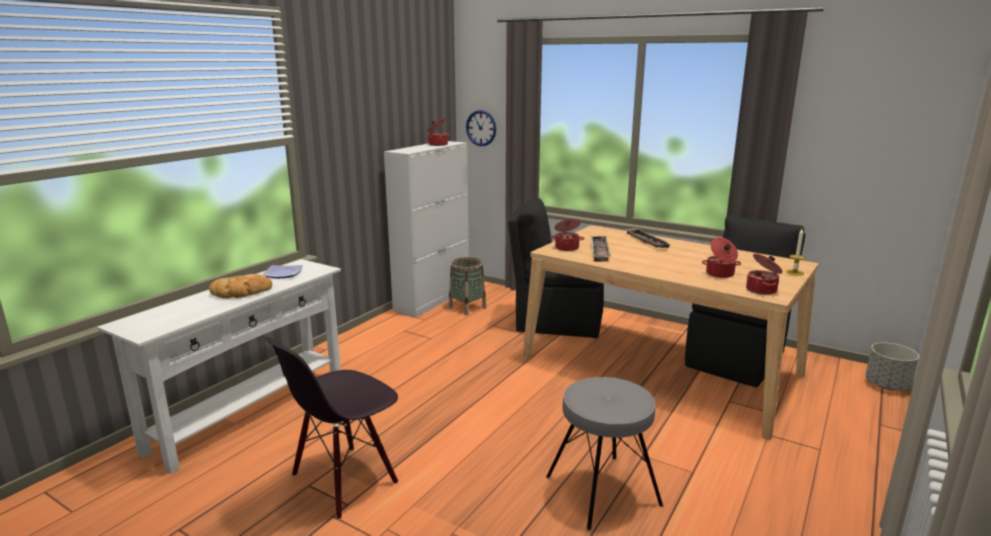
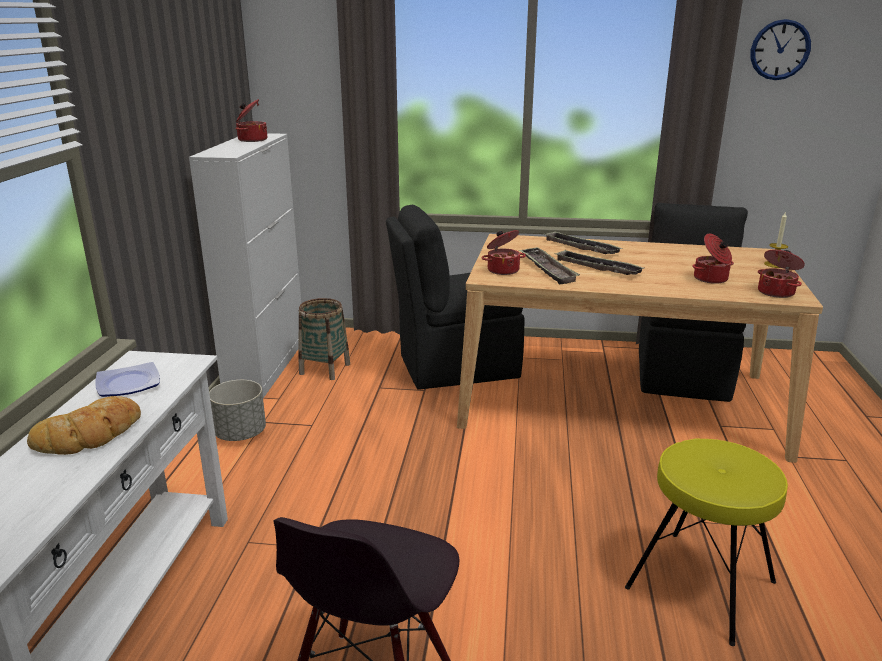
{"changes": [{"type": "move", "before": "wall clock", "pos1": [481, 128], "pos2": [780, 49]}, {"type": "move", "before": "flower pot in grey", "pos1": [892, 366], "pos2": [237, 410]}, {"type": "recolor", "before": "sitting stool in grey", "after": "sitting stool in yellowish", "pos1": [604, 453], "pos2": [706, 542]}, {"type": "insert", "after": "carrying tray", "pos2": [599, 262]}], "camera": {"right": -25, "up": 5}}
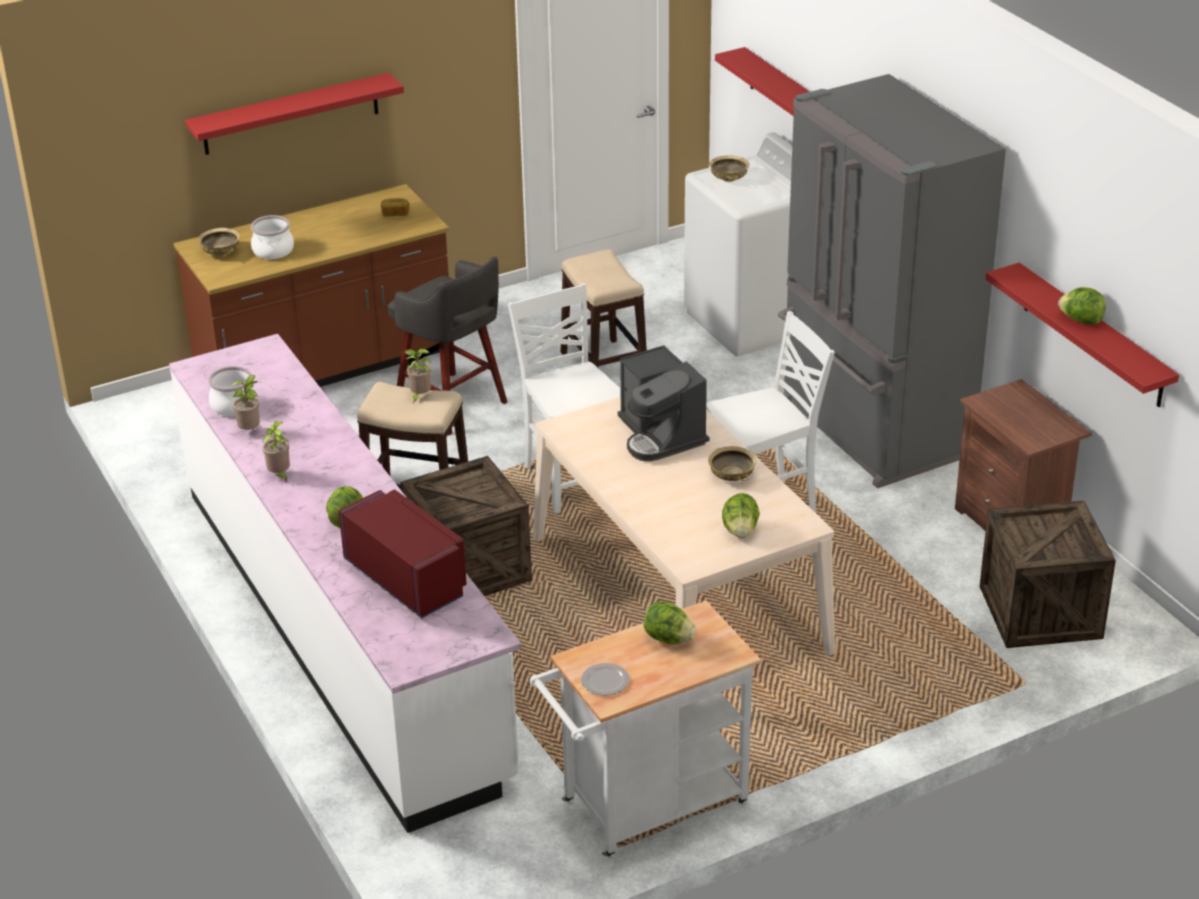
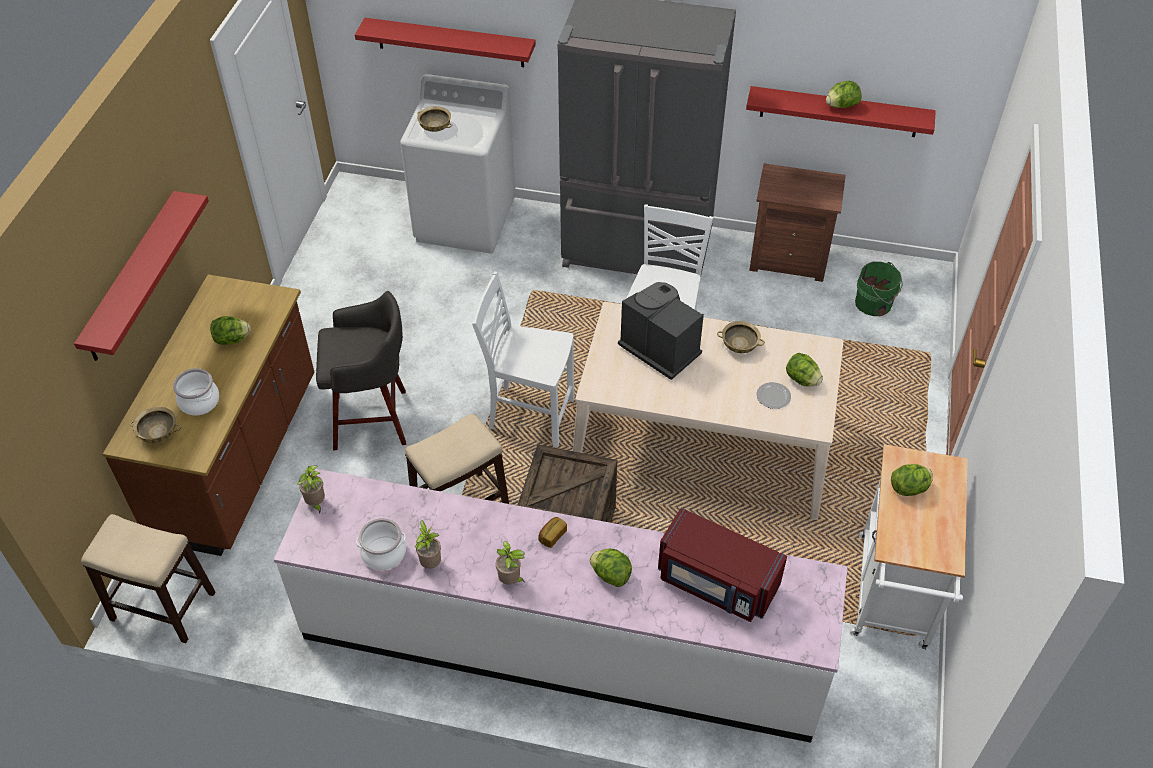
{"changes": [{"type": "move", "before": "bread", "pos1": [395, 207], "pos2": [552, 532]}, {"type": "move", "before": "sitting stool", "pos1": [604, 308], "pos2": [148, 578]}, {"type": "rotate", "before": "coffee machine", "pos1": [663, 403], "pos2": [661, 331], "turn": -150}, {"type": "move", "before": "houseplant", "pos1": [417, 376], "pos2": [311, 489]}, {"type": "rotate", "before": "microwave in red-coloured", "pos1": [402, 554], "pos2": [722, 565], "turn": -150}, {"type": "replace", "before": "crate", "after": "water bucket in green", "pos1": [1047, 574], "pos2": [879, 288]}, {"type": "move", "before": "flat dish", "pos1": [605, 679], "pos2": [773, 395]}, {"type": "insert", "after": "head of lettuce", "pos2": [230, 330]}], "camera": {"right": -50, "up": 15}}
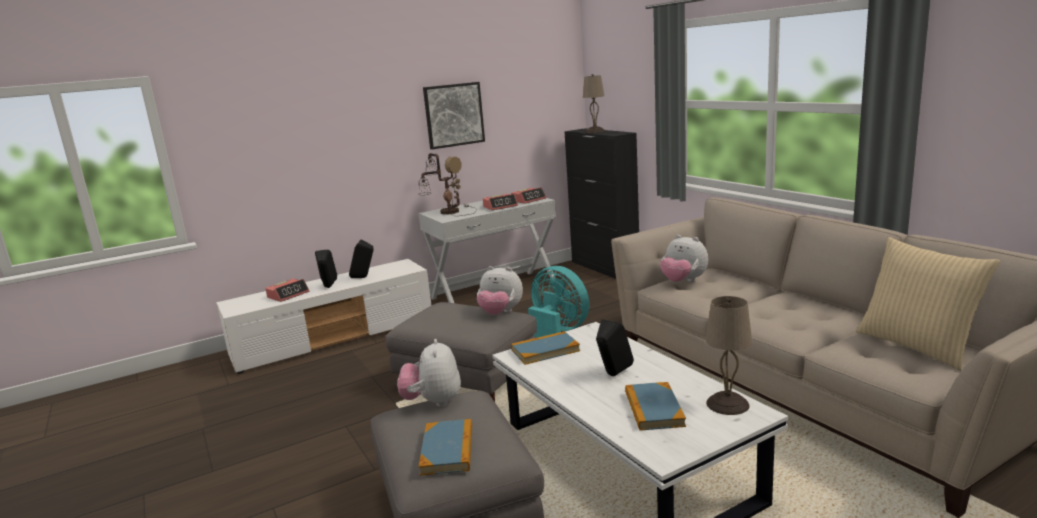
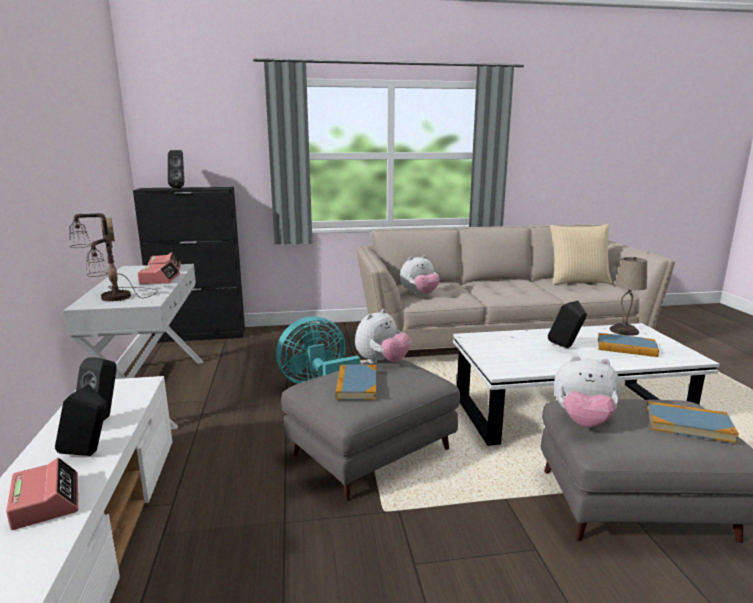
{"changes": [{"type": "replace", "before": "tabletop lamp in sand-coloured", "after": "audio speaker in blackish", "pos1": [594, 103], "pos2": [176, 169]}, {"type": "delete", "before": "wall picture", "pos1": [454, 115]}, {"type": "move", "before": "book", "pos1": [545, 348], "pos2": [355, 382]}], "camera": {"right": -70, "up": 0}}
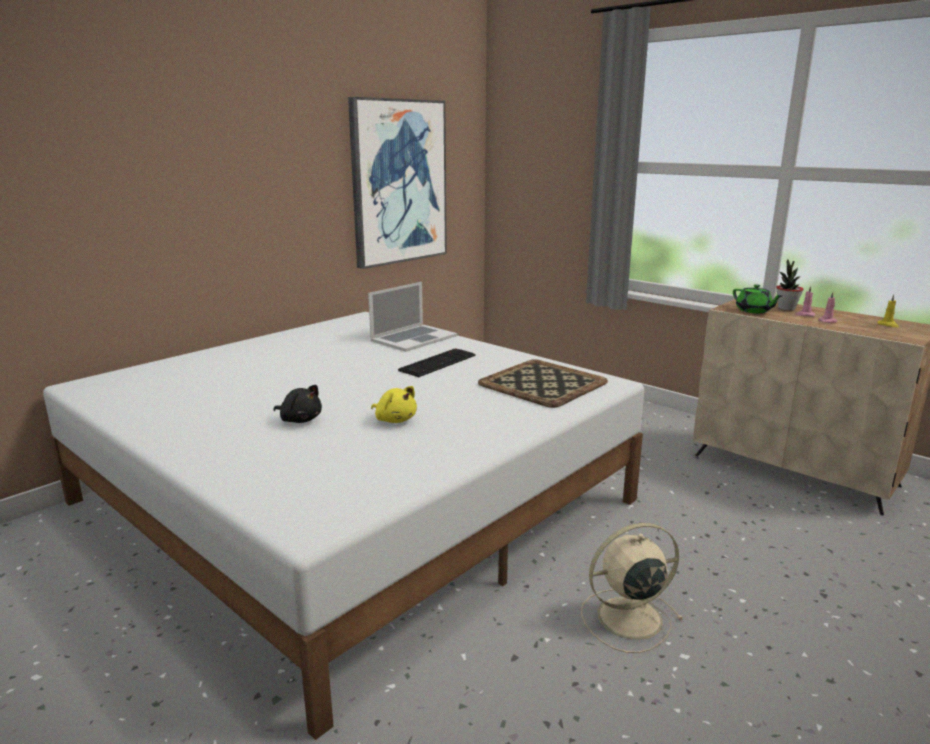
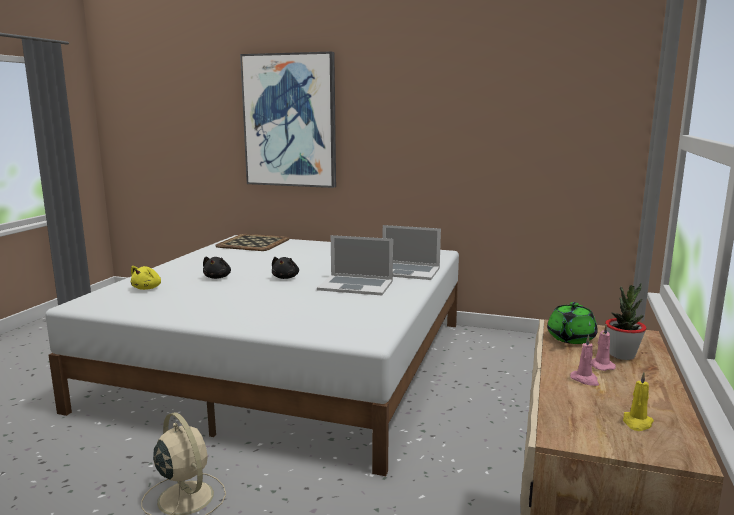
{"changes": [{"type": "move", "before": "wall picture", "pos1": [397, 183], "pos2": [288, 119]}, {"type": "replace", "before": "keyboard", "after": "notebook computer", "pos1": [437, 362], "pos2": [355, 265]}, {"type": "move", "before": "carrying tray", "pos1": [543, 383], "pos2": [252, 242]}, {"type": "move", "before": "plush toy in yellowish", "pos1": [394, 404], "pos2": [146, 278]}, {"type": "insert", "after": "plush toy in blackish", "pos2": [285, 268]}], "camera": {"right": 65, "up": -5}}
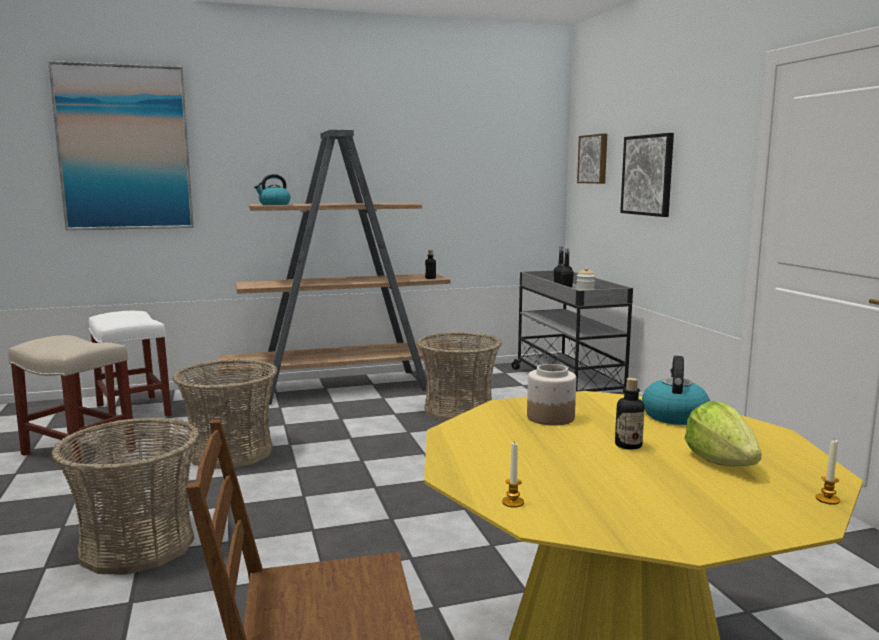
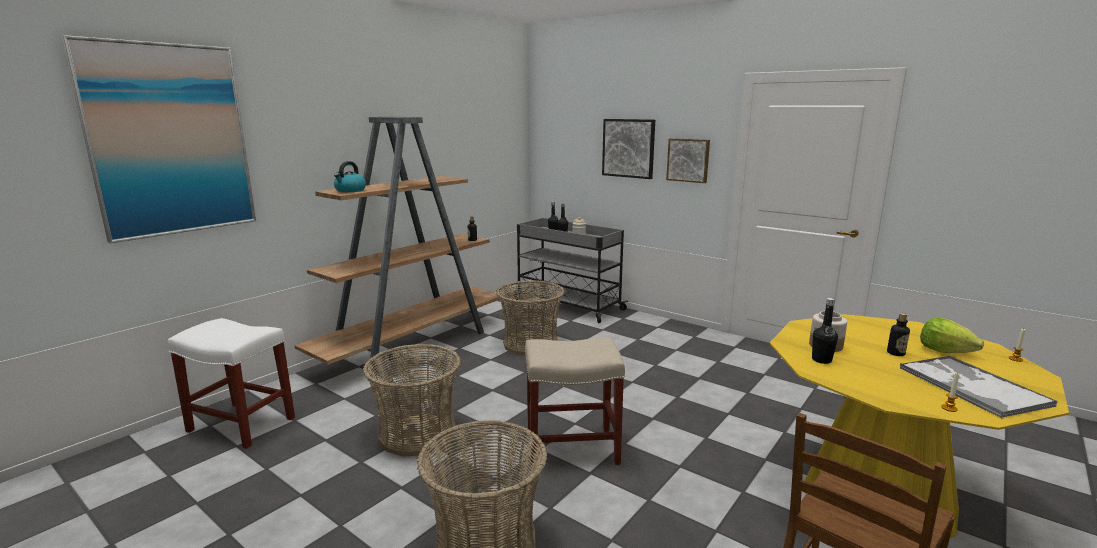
{"changes": [{"type": "move", "before": "wall picture", "pos1": [592, 159], "pos2": [688, 160]}, {"type": "move", "before": "sitting stool in sand-coloured", "pos1": [72, 403], "pos2": [575, 401]}, {"type": "delete", "before": "water kettle", "pos1": [676, 390]}, {"type": "insert", "after": "drink bottle in blackish", "pos2": [825, 331]}, {"type": "insert", "after": "carrying tray", "pos2": [979, 386]}], "camera": {"right": -35, "up": 5}}
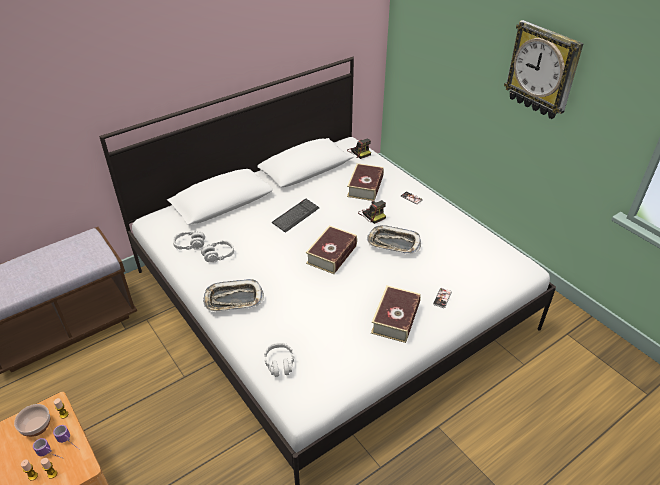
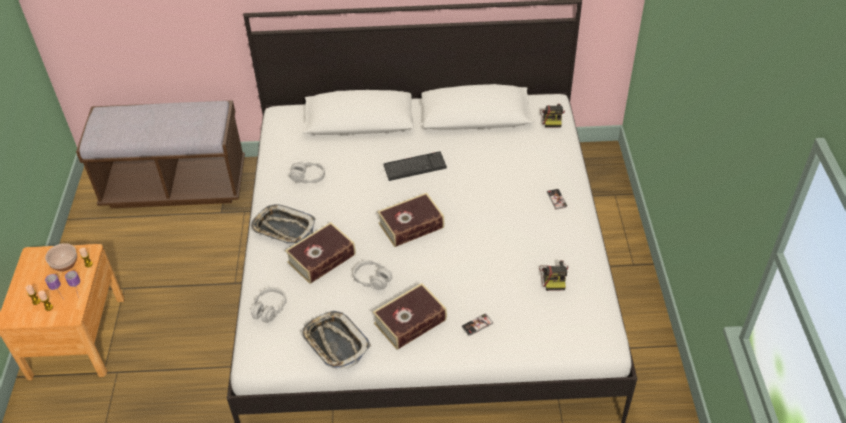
{"changes": [{"type": "delete", "before": "wall clock", "pos1": [544, 69]}, {"type": "move", "before": "book", "pos1": [365, 182], "pos2": [320, 253]}, {"type": "move", "before": "still camera", "pos1": [372, 212], "pos2": [553, 275]}, {"type": "move", "before": "carrying tray", "pos1": [394, 239], "pos2": [335, 340]}, {"type": "move", "before": "pair of headphones in grey", "pos1": [189, 240], "pos2": [373, 275]}], "camera": {"right": 35, "up": 5}}
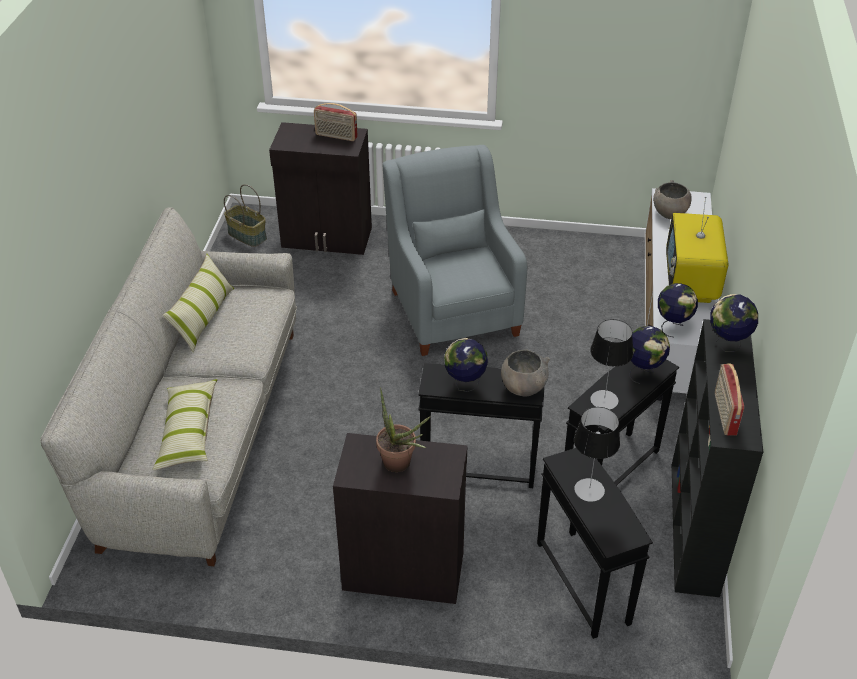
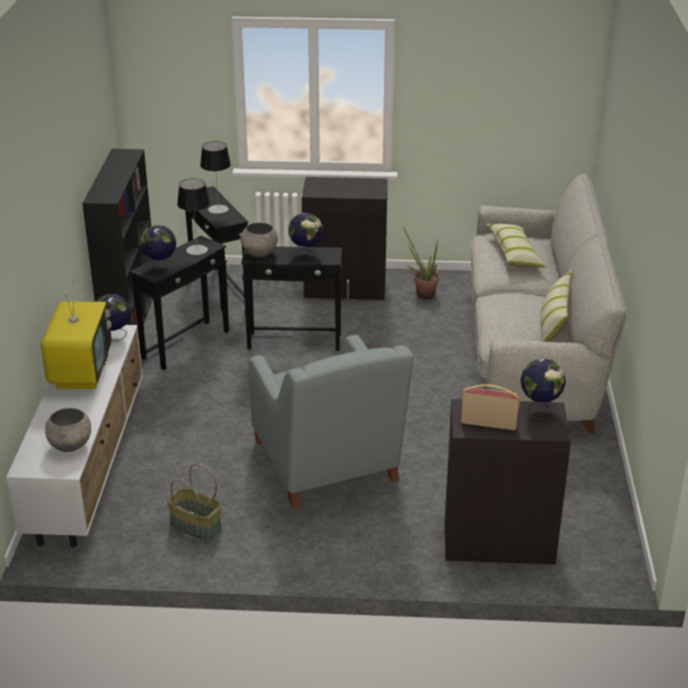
{"changes": [{"type": "move", "before": "storage basket", "pos1": [245, 215], "pos2": [194, 502]}, {"type": "move", "before": "globe", "pos1": [734, 323], "pos2": [543, 389]}, {"type": "delete", "before": "radio receiver", "pos1": [729, 399]}, {"type": "move", "before": "houseplant", "pos1": [403, 429], "pos2": [421, 263]}], "camera": {"right": 175, "up": -10}}
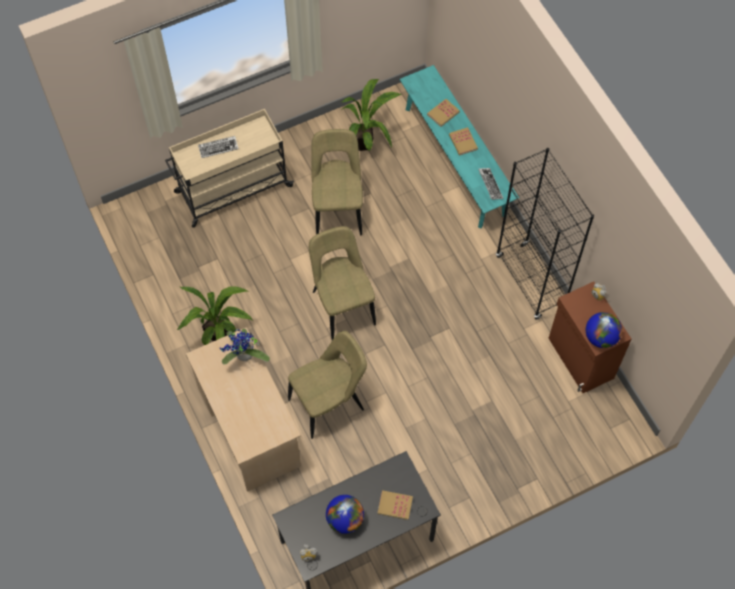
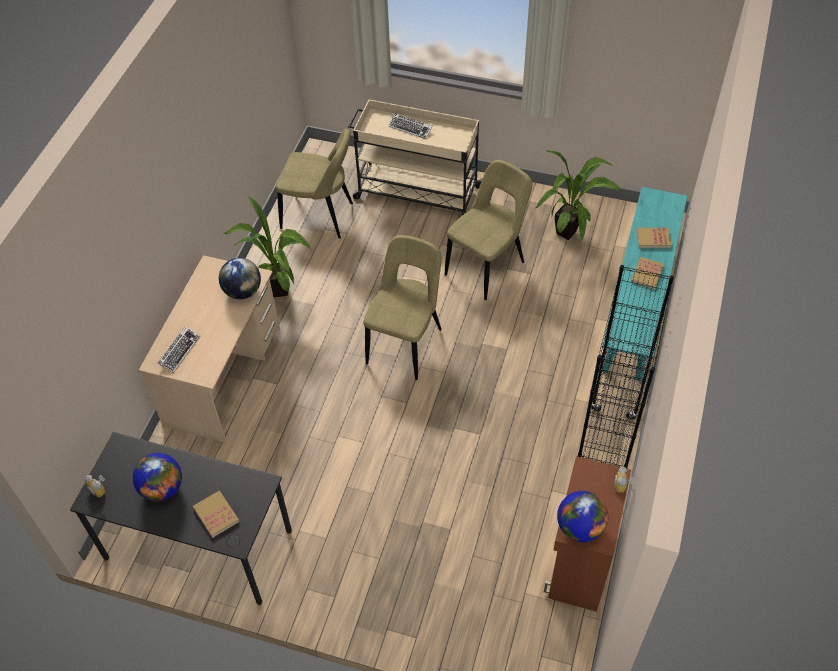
{"changes": [{"type": "move", "before": "keyboard", "pos1": [490, 184], "pos2": [179, 349]}, {"type": "replace", "before": "houseplant", "after": "globe", "pos1": [244, 347], "pos2": [240, 278]}, {"type": "move", "before": "chair in sand-coloured", "pos1": [327, 385], "pos2": [314, 184]}], "camera": {"right": 45, "up": -10}}
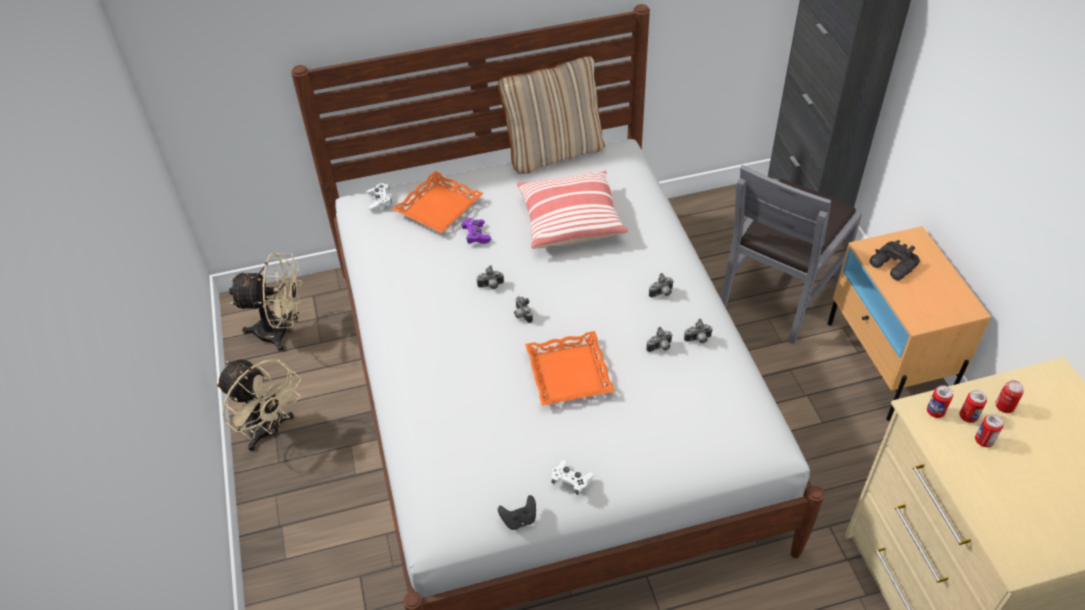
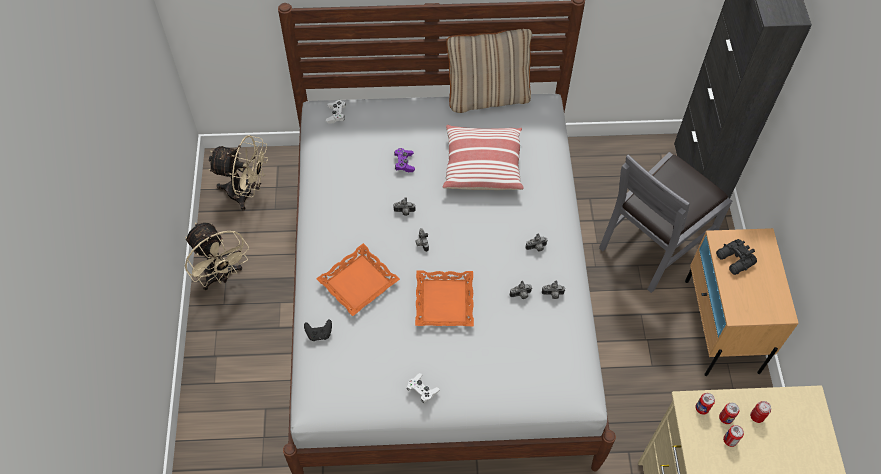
{"changes": [{"type": "move", "before": "carrying tray in orange", "pos1": [438, 202], "pos2": [358, 279]}, {"type": "move", "before": "gamepad in blackish", "pos1": [517, 512], "pos2": [318, 330]}], "camera": {"right": 10, "up": 10}}
